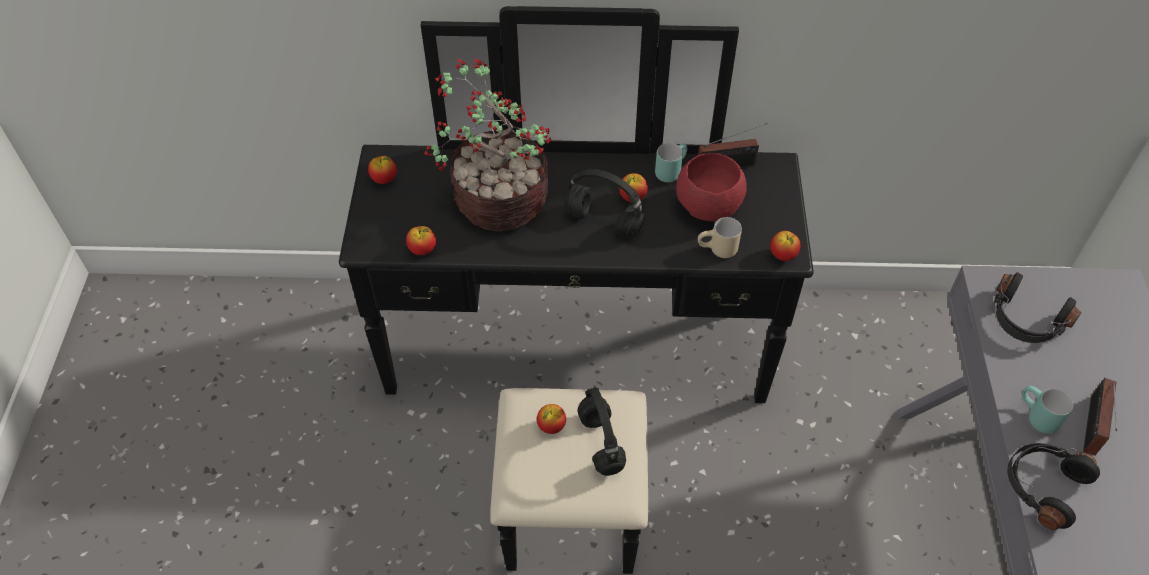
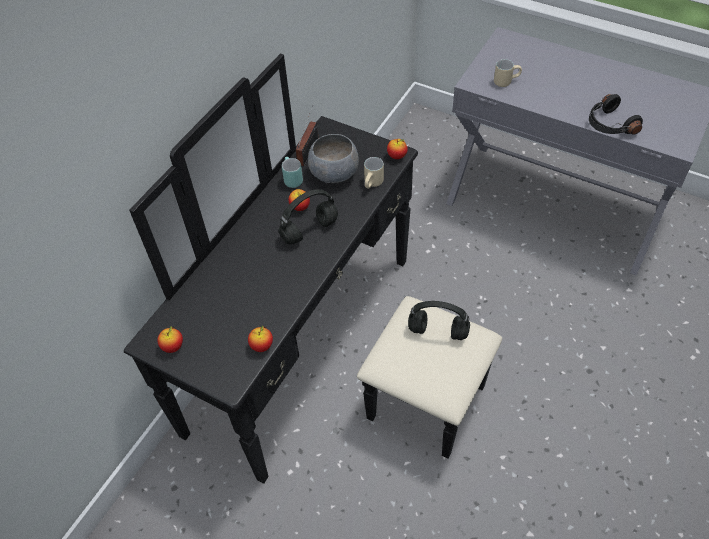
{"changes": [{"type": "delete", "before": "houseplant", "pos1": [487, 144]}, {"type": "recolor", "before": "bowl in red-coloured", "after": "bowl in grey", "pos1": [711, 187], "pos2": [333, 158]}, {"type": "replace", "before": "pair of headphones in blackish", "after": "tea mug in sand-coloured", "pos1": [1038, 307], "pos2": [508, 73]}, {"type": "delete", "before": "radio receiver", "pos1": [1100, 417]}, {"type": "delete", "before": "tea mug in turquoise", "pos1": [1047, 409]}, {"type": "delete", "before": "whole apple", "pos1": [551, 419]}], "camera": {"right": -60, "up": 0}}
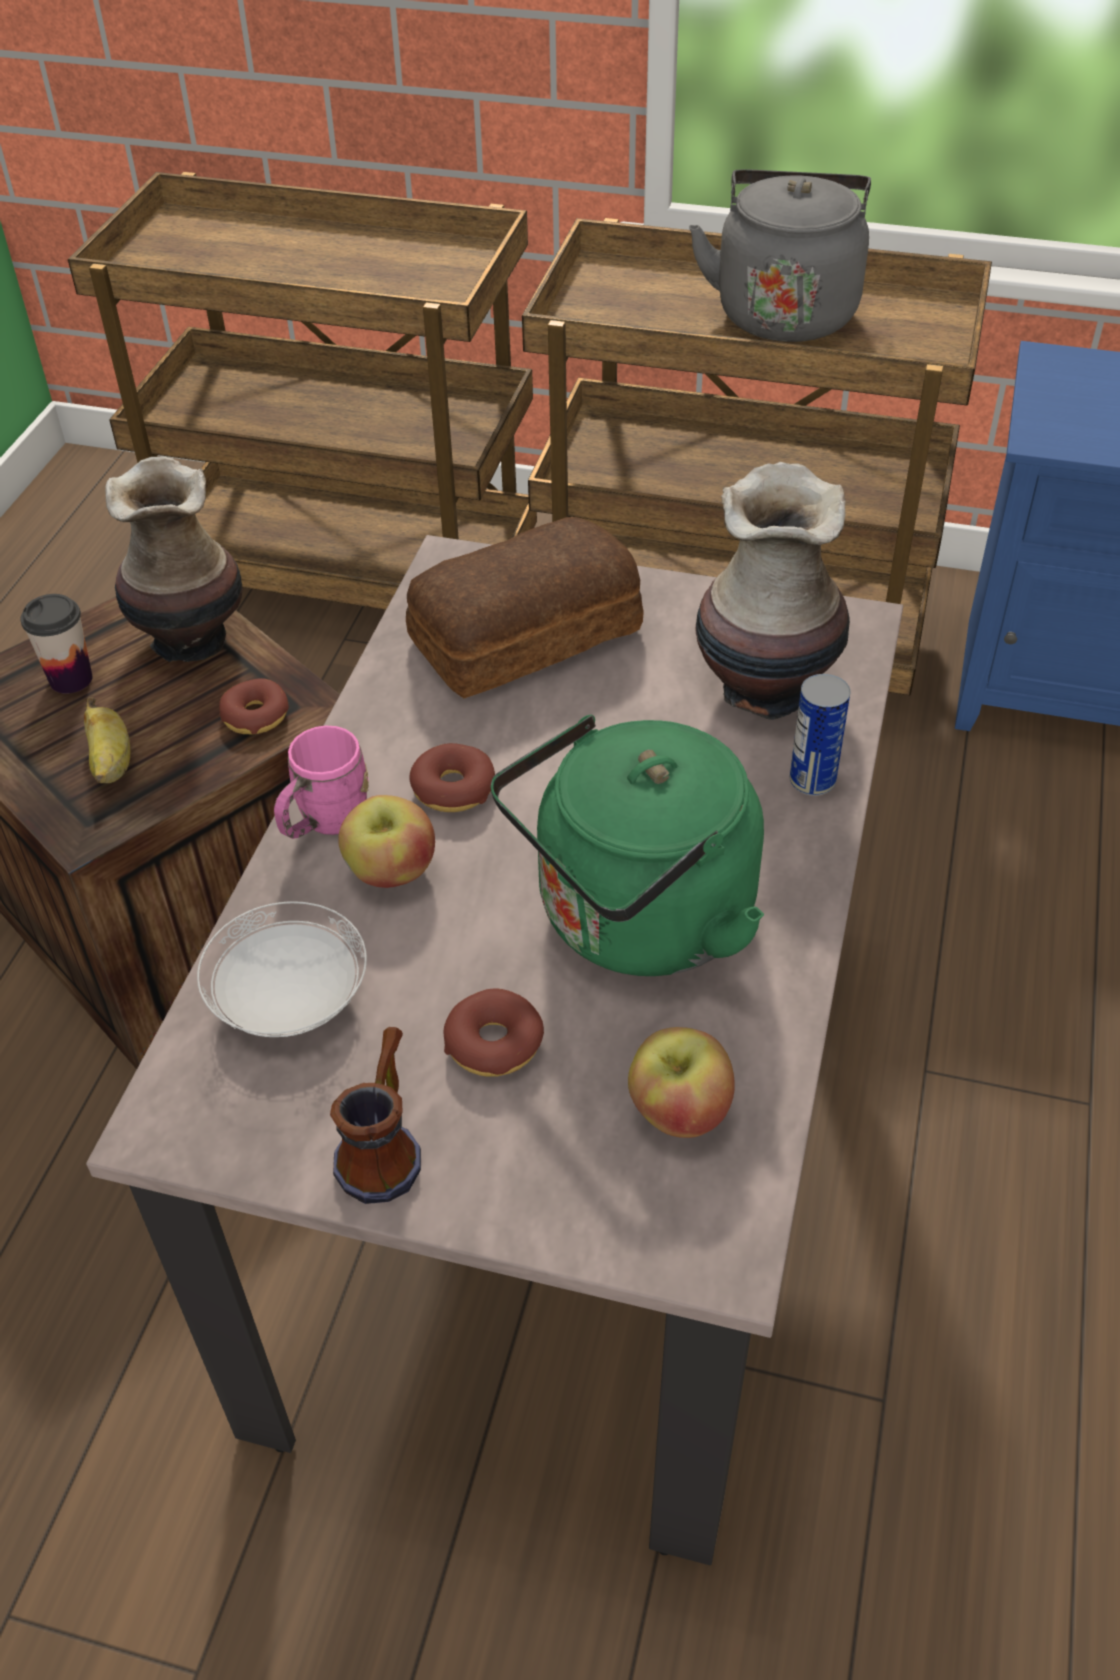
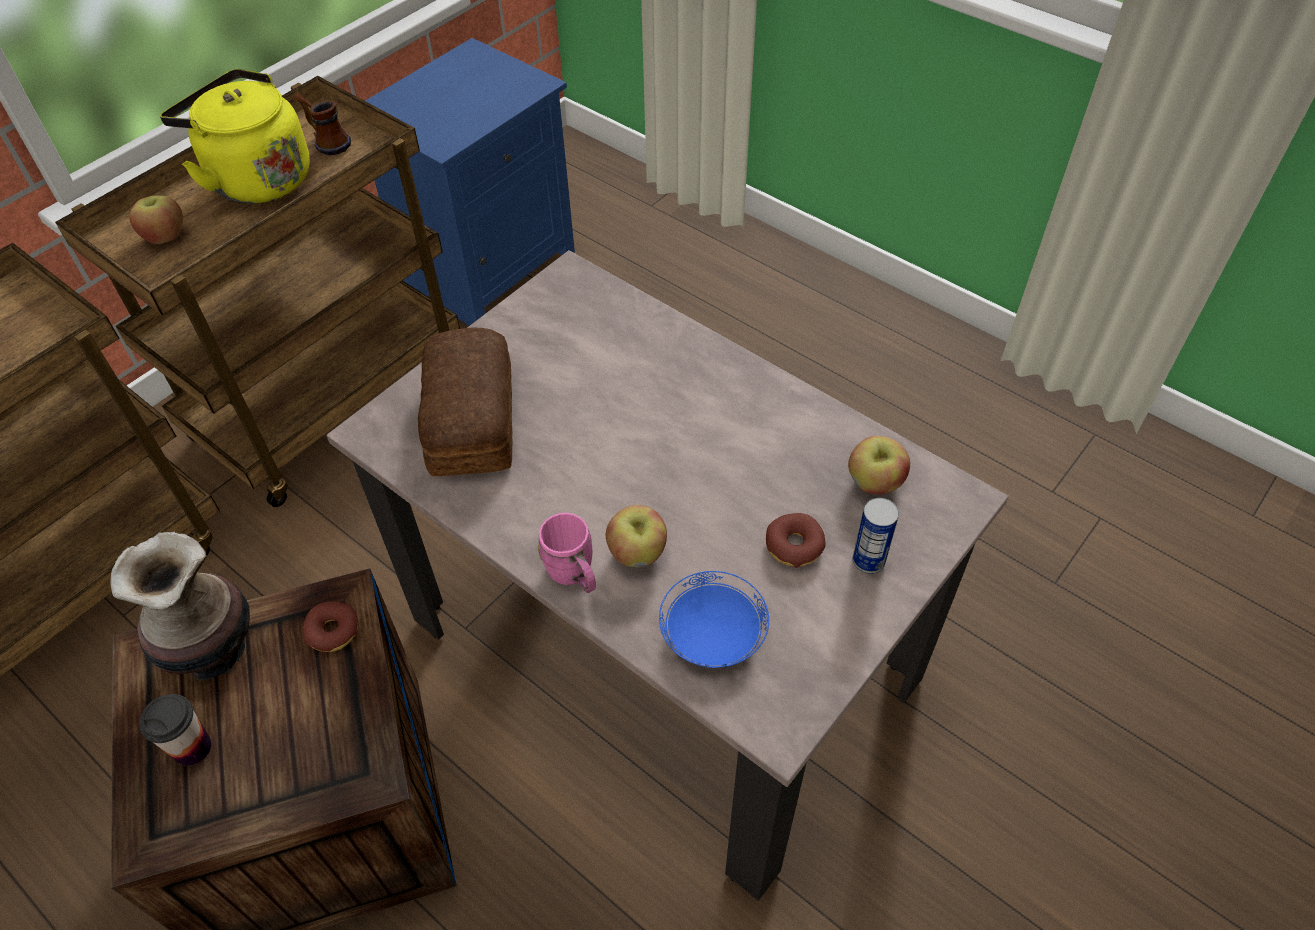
{"changes": [{"type": "recolor", "before": "water kettle in grey", "after": "water kettle in yellowish", "pos1": [780, 255], "pos2": [235, 136]}, {"type": "delete", "before": "decorative vase", "pos1": [772, 591]}, {"type": "move", "before": "sealed can", "pos1": [820, 735], "pos2": [875, 536]}, {"type": "delete", "before": "banana fruit", "pos1": [107, 740]}, {"type": "delete", "before": "water kettle in green", "pos1": [627, 845]}, {"type": "delete", "before": "donut", "pos1": [452, 777]}, {"type": "recolor", "before": "flat dish in white-coloured", "after": "flat dish in blue", "pos1": [282, 969], "pos2": [714, 619]}, {"type": "move", "before": "tea mug", "pos1": [375, 1115], "pos2": [322, 124]}, {"type": "insert", "after": "whole apple", "pos2": [156, 220]}], "camera": {"right": -65, "up": 5}}
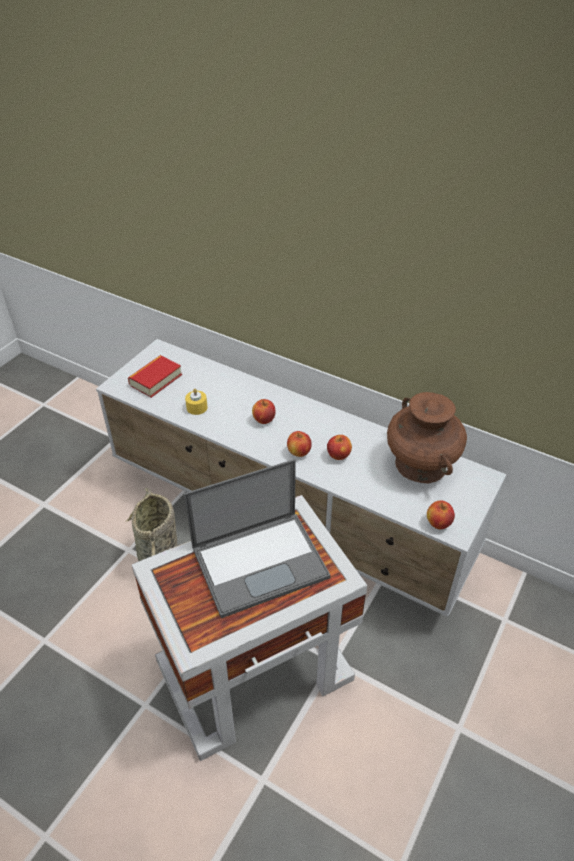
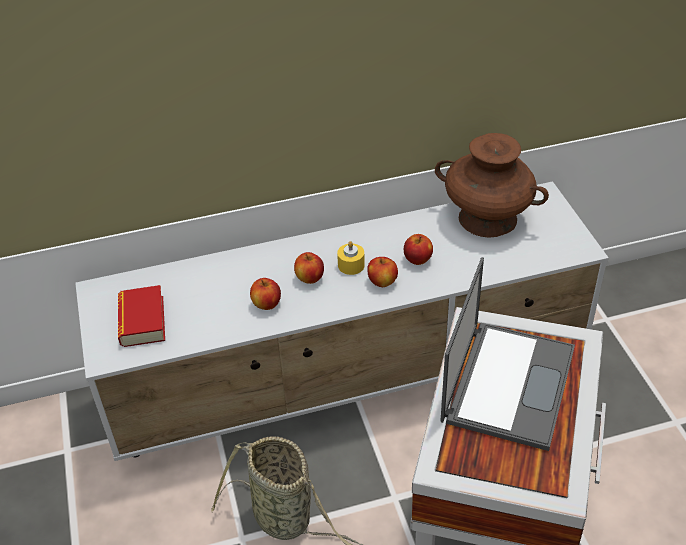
{"changes": [{"type": "move", "before": "wax light in yellowish", "pos1": [196, 401], "pos2": [351, 258]}, {"type": "move", "before": "whole apple", "pos1": [441, 515], "pos2": [265, 294]}], "camera": {"right": -45, "up": 0}}
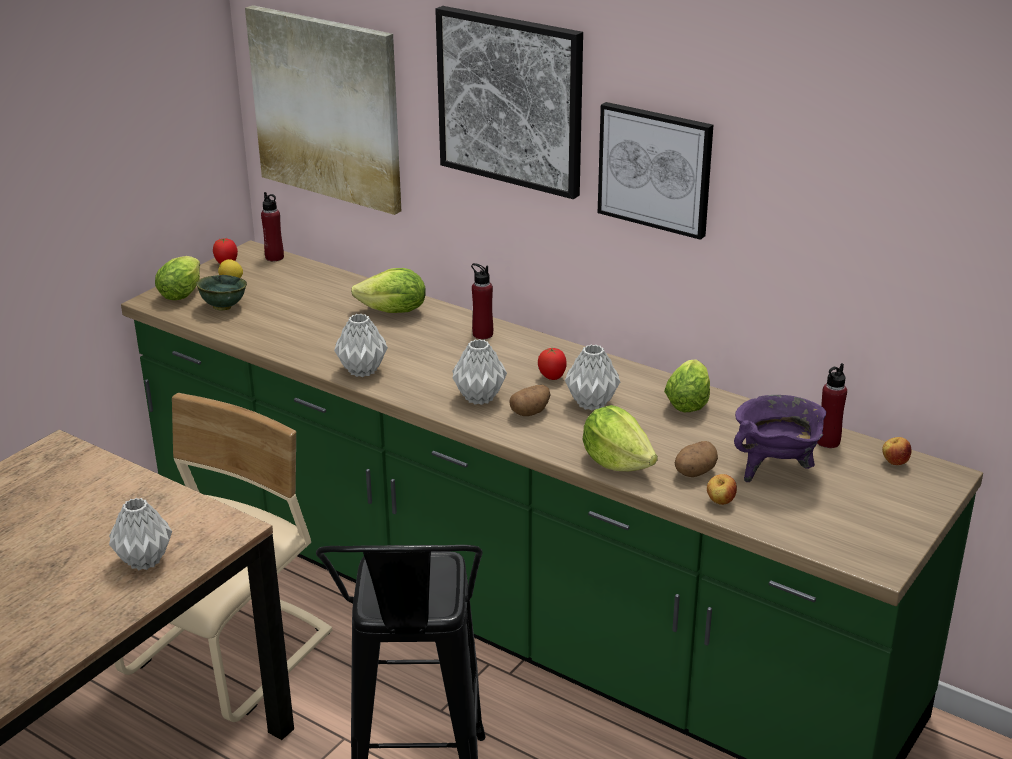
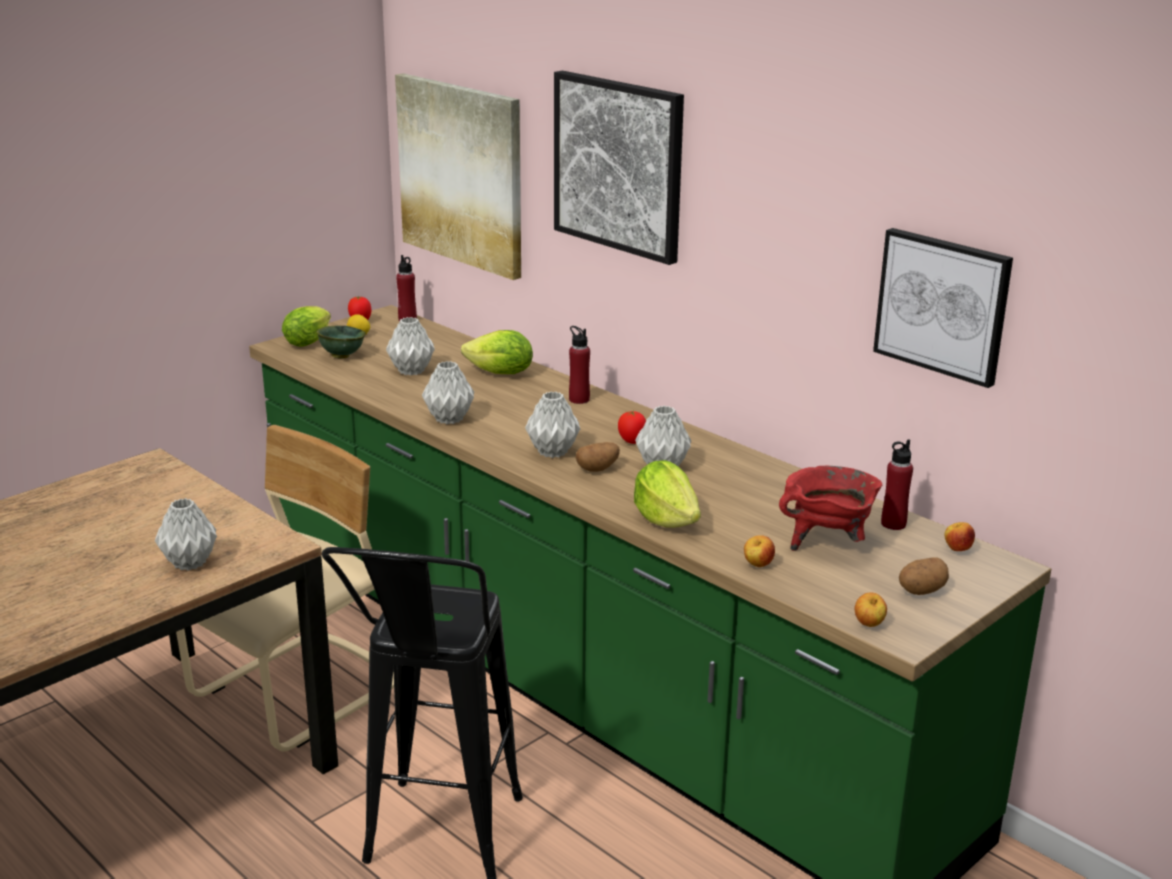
{"changes": [{"type": "move", "before": "wall picture", "pos1": [655, 171], "pos2": [943, 308]}, {"type": "delete", "before": "head of lettuce", "pos1": [687, 385]}, {"type": "recolor", "before": "stockpot in purple", "after": "stockpot in red-coloured", "pos1": [780, 438], "pos2": [830, 508]}, {"type": "move", "before": "spud", "pos1": [696, 459], "pos2": [924, 576]}, {"type": "insert", "after": "decorative vase in grey", "pos2": [410, 346]}, {"type": "insert", "after": "whole apple", "pos2": [871, 609]}], "camera": {"right": 10, "up": -5}}
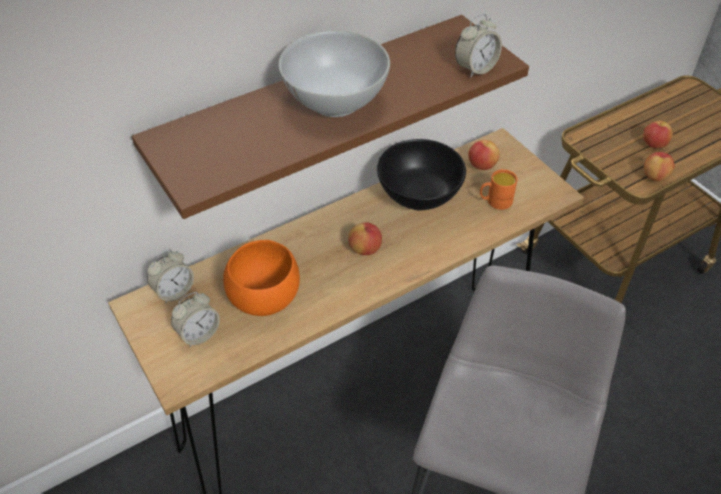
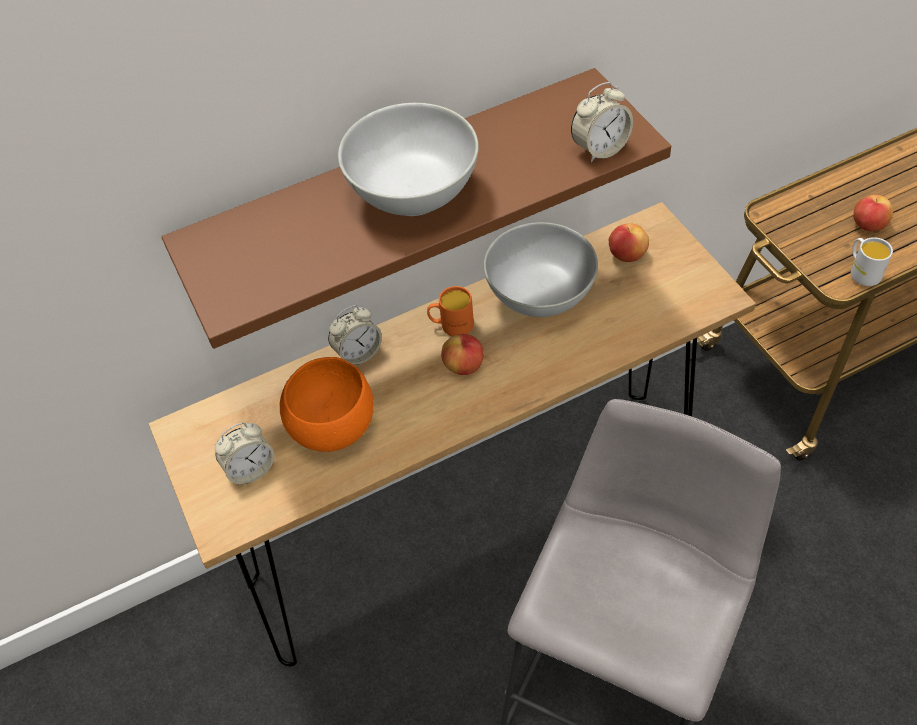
{"changes": [{"type": "recolor", "before": "bowl in blackish", "after": "bowl in white-coloured", "pos1": [421, 174], "pos2": [541, 269]}, {"type": "replace", "before": "whole apple", "after": "tea mug in white-coloured", "pos1": [659, 166], "pos2": [872, 261]}, {"type": "move", "before": "tea mug in orange", "pos1": [498, 189], "pos2": [450, 311]}, {"type": "move", "before": "table clock", "pos1": [170, 276], "pos2": [355, 335]}], "camera": {"right": 10, "up": 5}}
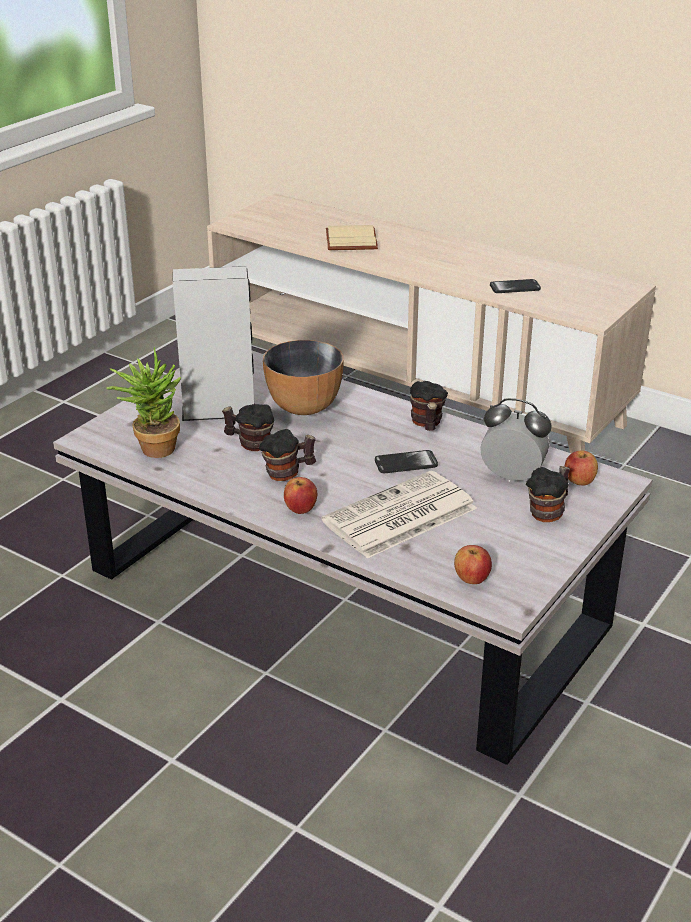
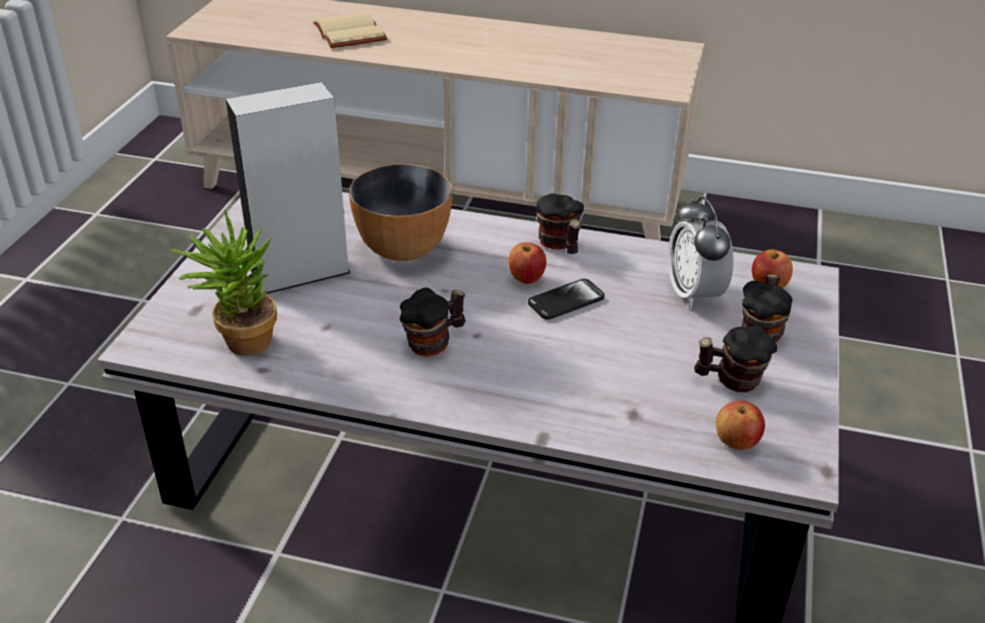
{"changes": [{"type": "delete", "before": "phone", "pos1": [515, 286]}, {"type": "rotate", "before": "table clock", "pos1": [516, 440], "pos2": [701, 252], "turn": -105}, {"type": "move", "before": "tea mug", "pos1": [248, 427], "pos2": [735, 359]}, {"type": "delete", "before": "printed paper", "pos1": [399, 514]}, {"type": "move", "before": "whole apple", "pos1": [300, 495], "pos2": [527, 263]}], "camera": {"right": -20, "up": 5}}
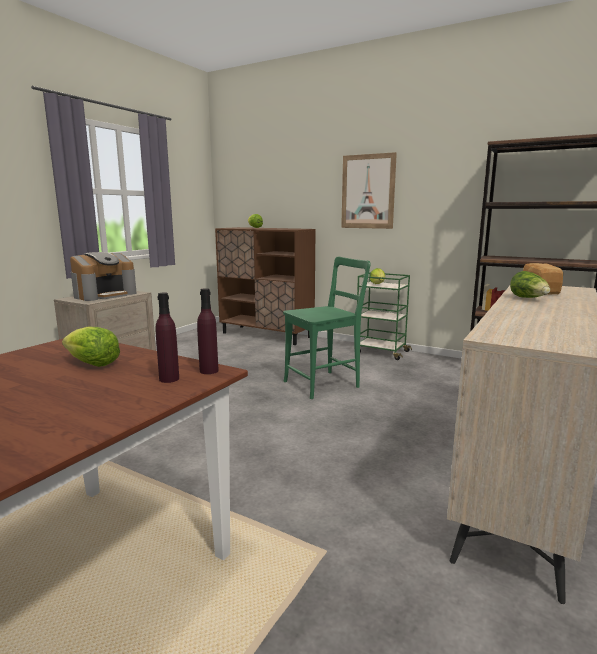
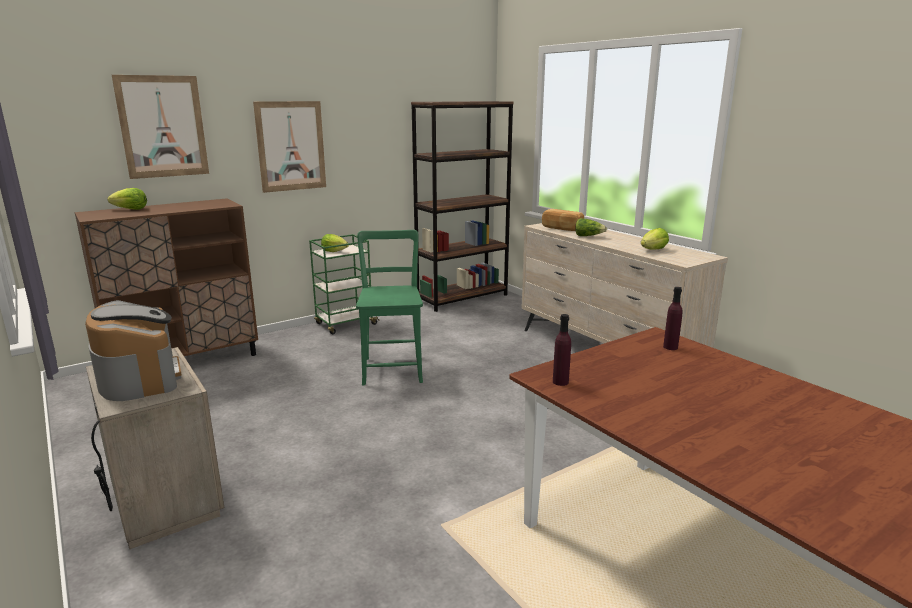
{"changes": [{"type": "move", "before": "drink bottle in purple", "pos1": [208, 331], "pos2": [562, 350]}, {"type": "move", "before": "head of lettuce", "pos1": [91, 346], "pos2": [655, 239]}, {"type": "insert", "after": "wall picture", "pos2": [160, 127]}], "camera": {"right": -65, "up": 5}}
